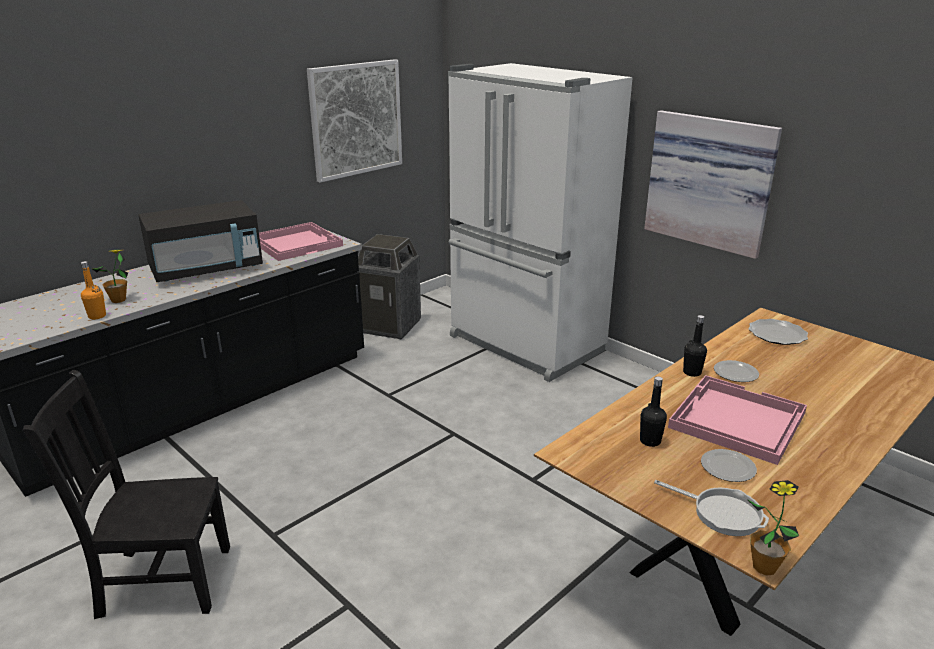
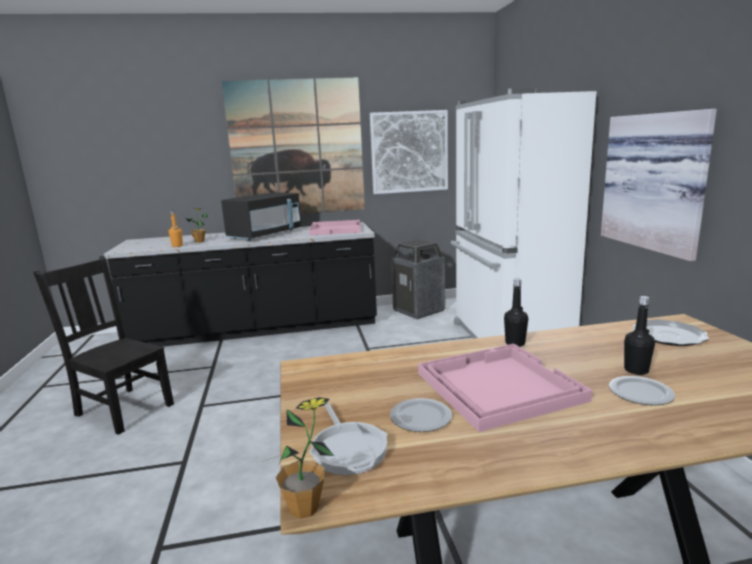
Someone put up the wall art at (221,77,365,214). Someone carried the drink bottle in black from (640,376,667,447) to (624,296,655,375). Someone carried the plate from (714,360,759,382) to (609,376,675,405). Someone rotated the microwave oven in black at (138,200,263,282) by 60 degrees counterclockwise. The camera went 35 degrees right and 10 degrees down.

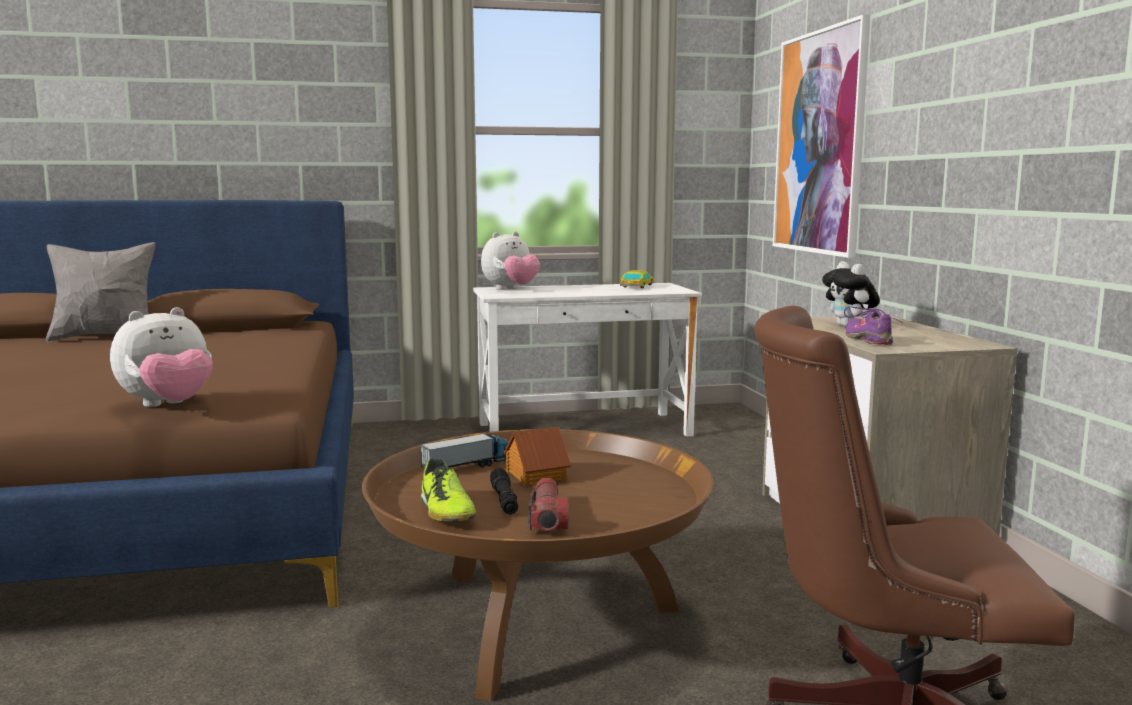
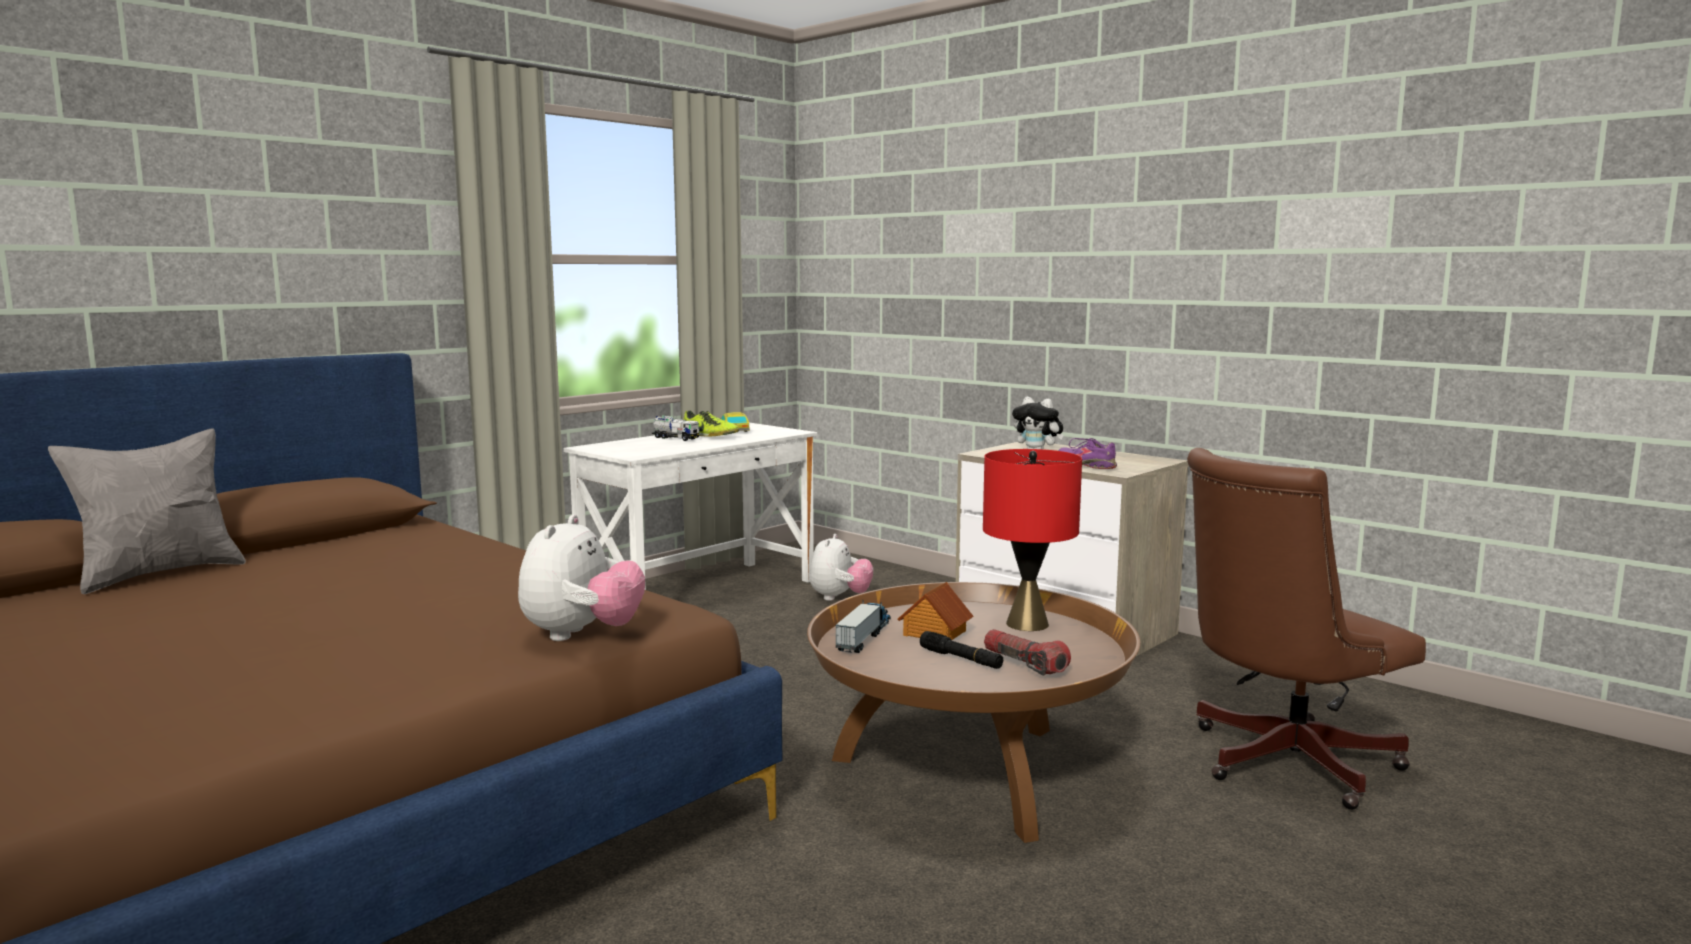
Someone took away the wall art at (773,15,870,258). Someone put down the model truck at (652,416,699,441). Someone put down the tabletop lamp in reddish at (983,449,1082,631). Someone carried the shoe from (421,458,476,522) to (683,410,739,437). Someone carried the cuddly toy from (481,232,540,290) to (810,534,873,601). The camera went 35 degrees left and 0 degrees up.

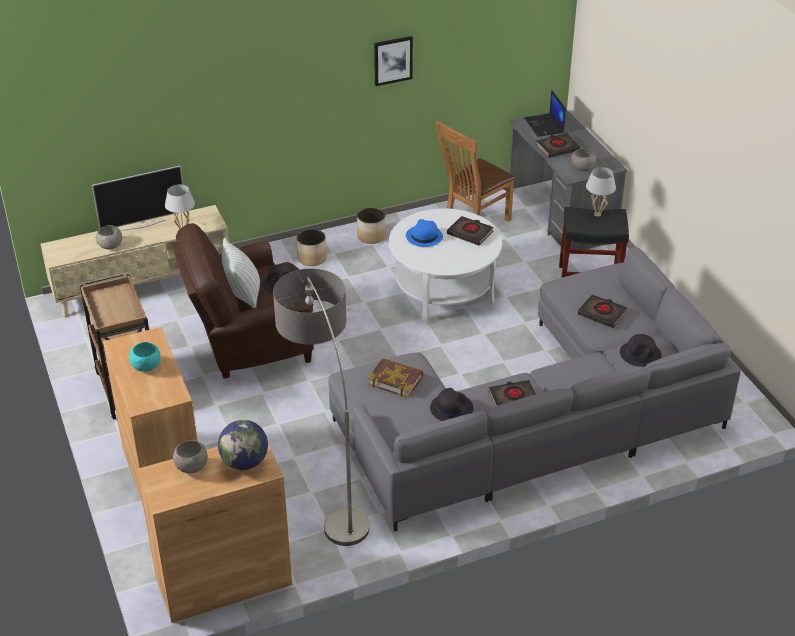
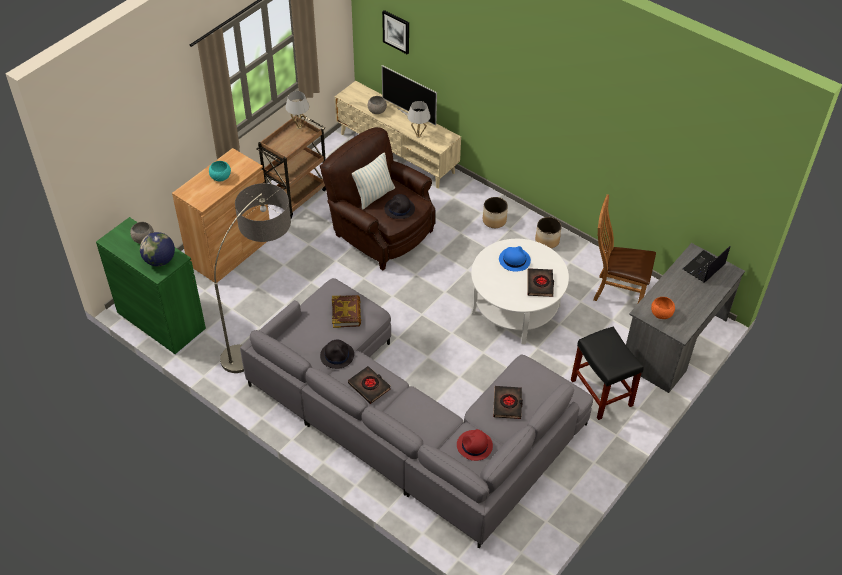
Someone took away the volume in black at (536,133,580,158). Someone carried the wall art from (374,36,413,86) to (382,10,409,55). Someone carried the tabletop lamp in white from (586,167,616,217) to (285,91,309,129). Someone repainted the cabinet in brownish at (137,445,292,623), which became the cabinet in green-coloured at (96,217,206,354). Someone repainted the bowl in greyish at (571,148,596,171), which became the bowl in orangey at (651,297,675,319). Someone repainted the clothing hat in black at (620,334,661,367), which became the clothing hat in reddish at (457,429,493,461). The camera went 60 degrees right and 10 degrees up.

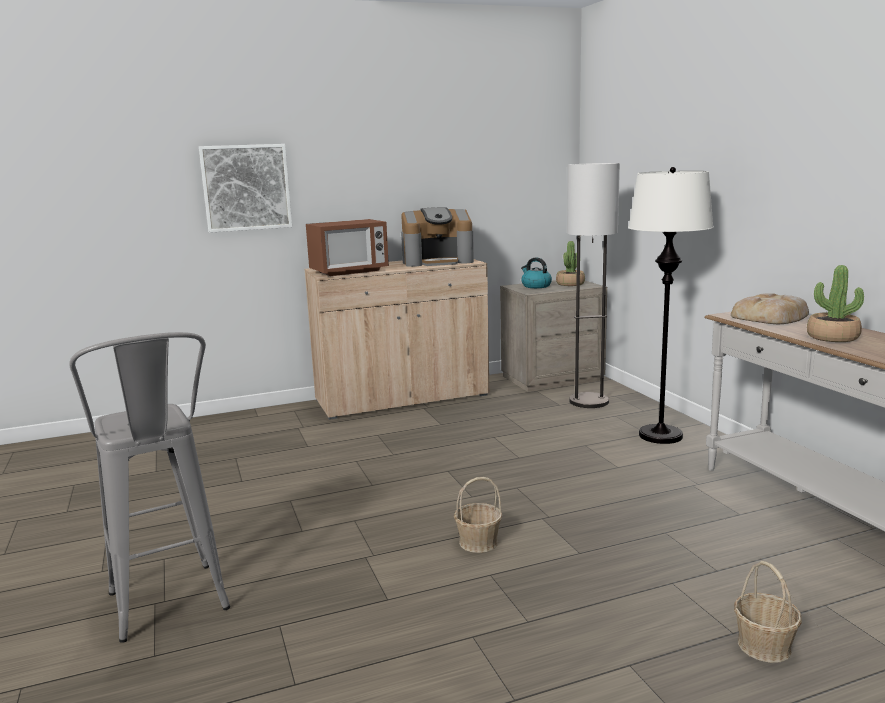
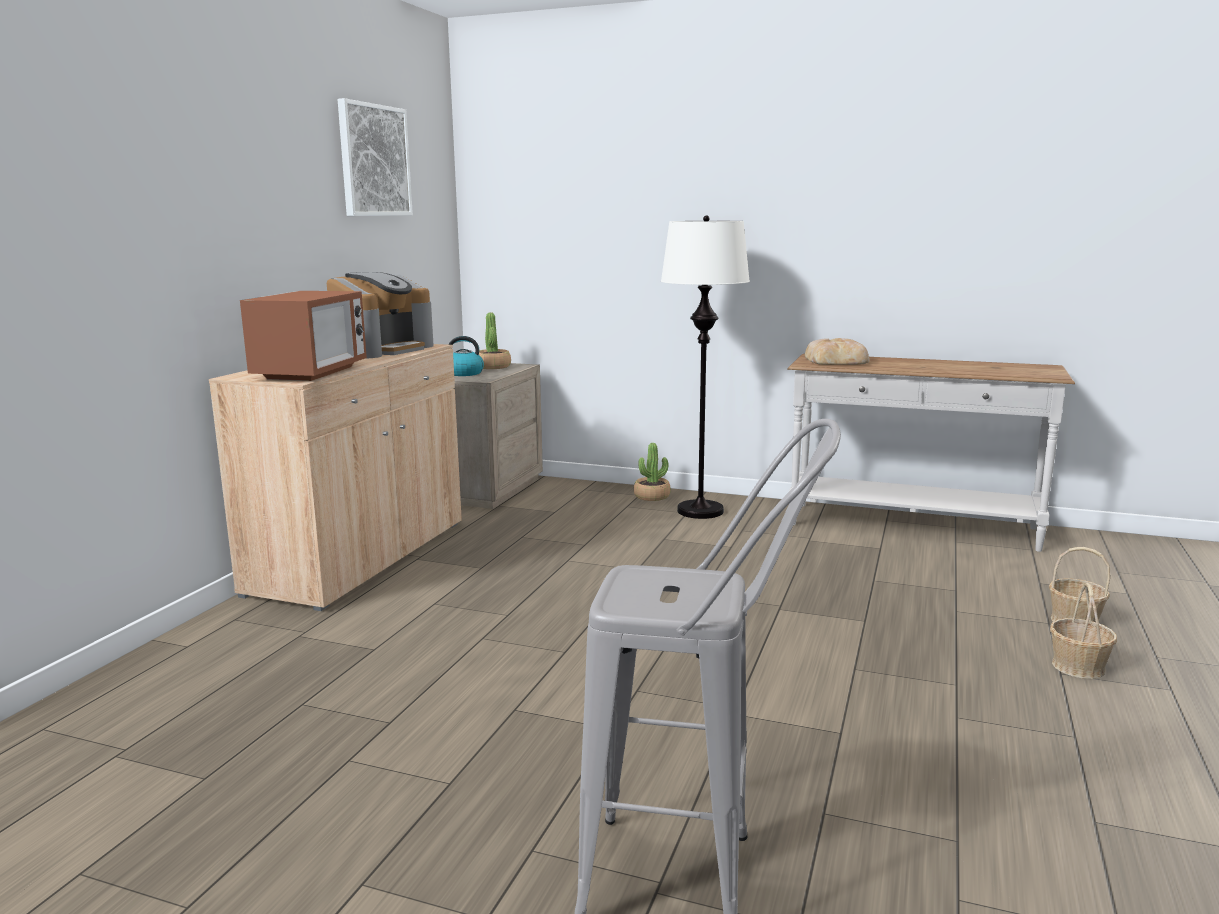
Someone took away the standing lamp at (567,163,620,408). Someone carried the wall art from (199,144,292,233) to (337,98,413,216). Someone carried the storage basket from (454,477,502,553) to (1050,583,1117,679). Someone carried the houseplant from (807,265,864,342) to (634,443,671,501). The camera went 50 degrees left and 0 degrees up.

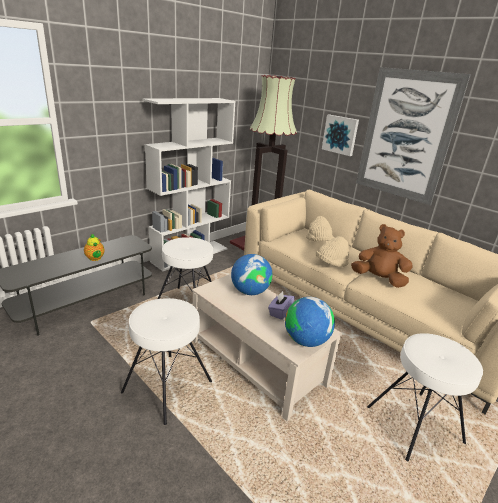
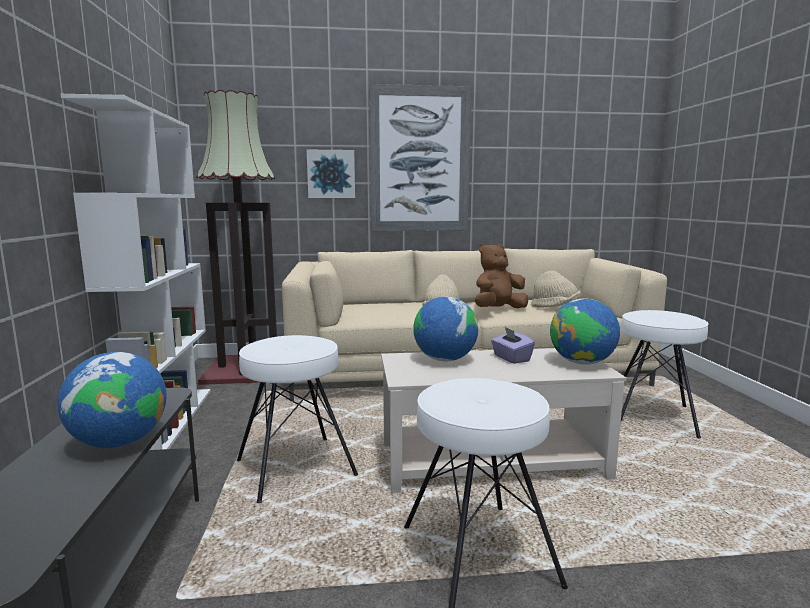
Someone carried the clothing hat in beige-coloured from (306,216,335,241) to (531,271,581,308). Someone swapped the tea pot at (84,234,105,261) for the world globe at (58,352,166,448). The camera went 50 degrees left and 15 degrees down.

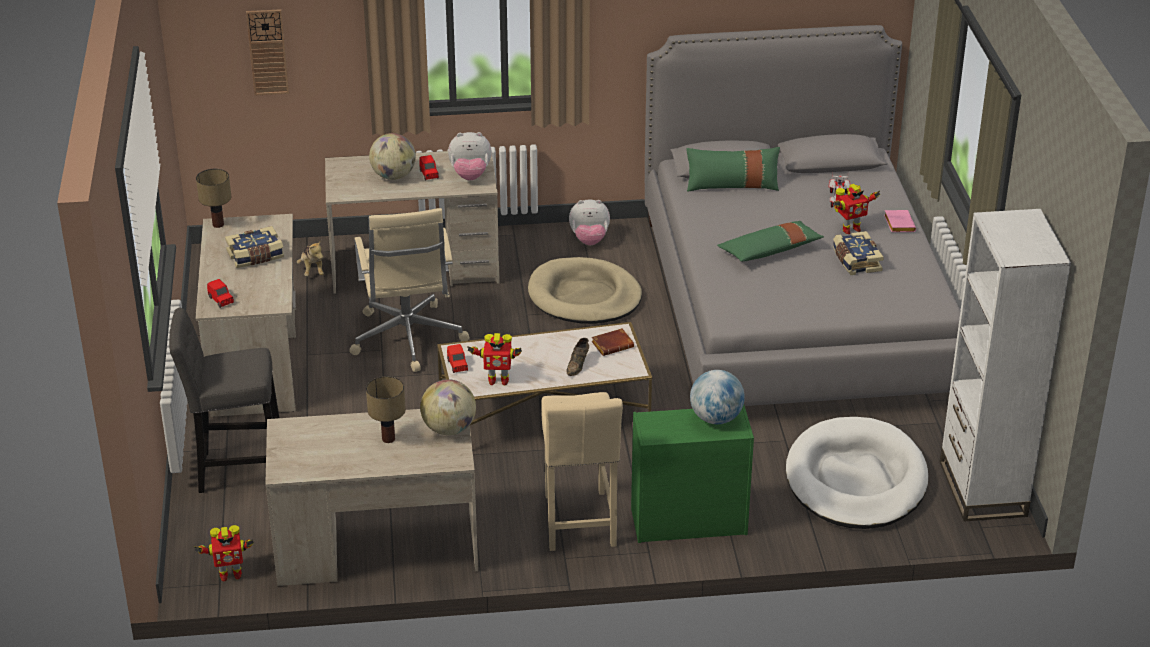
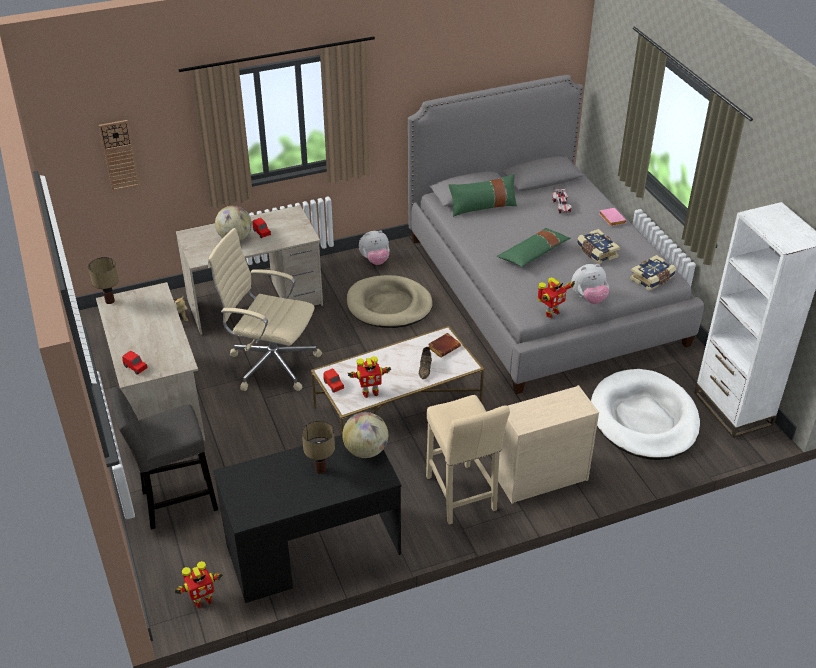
Someone took away the world globe at (690,370,745,424). Someone carried the volume from (225,226,284,268) to (630,255,676,291). Someone carried the cuddly toy from (448,132,492,181) to (571,264,609,304). Someone carried the robot figure from (834,184,880,234) to (537,278,575,318). Someone repainted the desk in beige-coloured at (265,409,478,586), which became the desk in black at (213,435,401,603). Someone repainted the chest of drawers in green-coloured at (631,405,754,543), which became the chest of drawers in beige-coloured at (498,385,599,504). Someone rotated the desk chair in beige-coloured at (349,208,470,372) by 135 degrees clockwise. The camera went 15 degrees left and 5 degrees up.

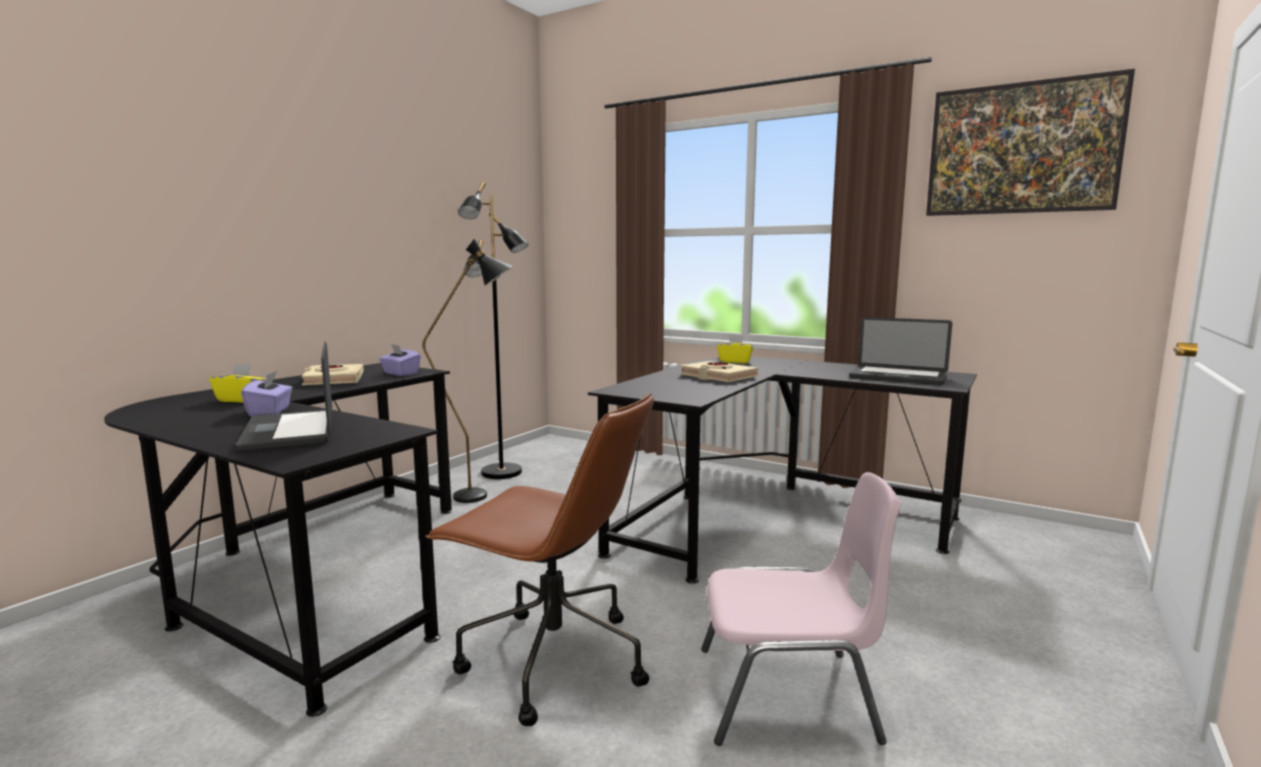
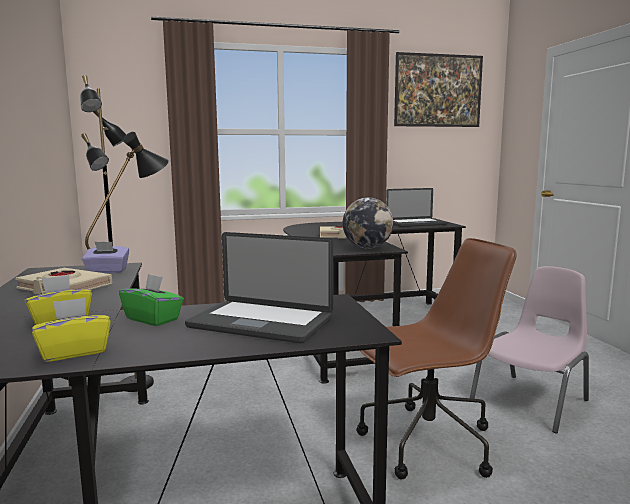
Someone put down the world globe at (343,197,394,249). Someone carried the tissue box in yellow from (717,335,754,363) to (32,297,111,362). Someone repainted the tissue box in purple at (241,371,292,417), which became the tissue box in green-coloured at (119,274,184,326). The camera went 45 degrees left and 0 degrees up.

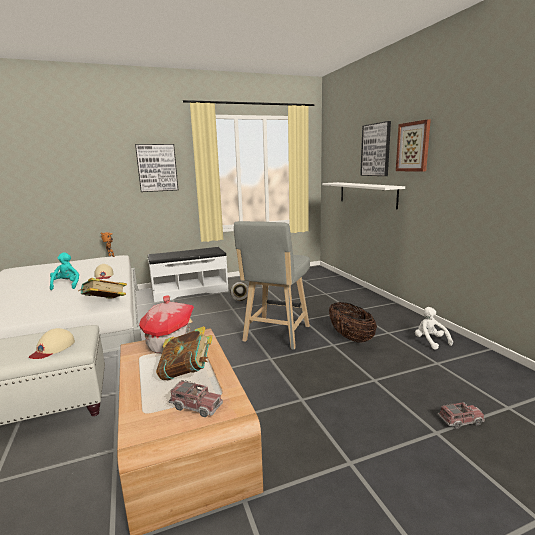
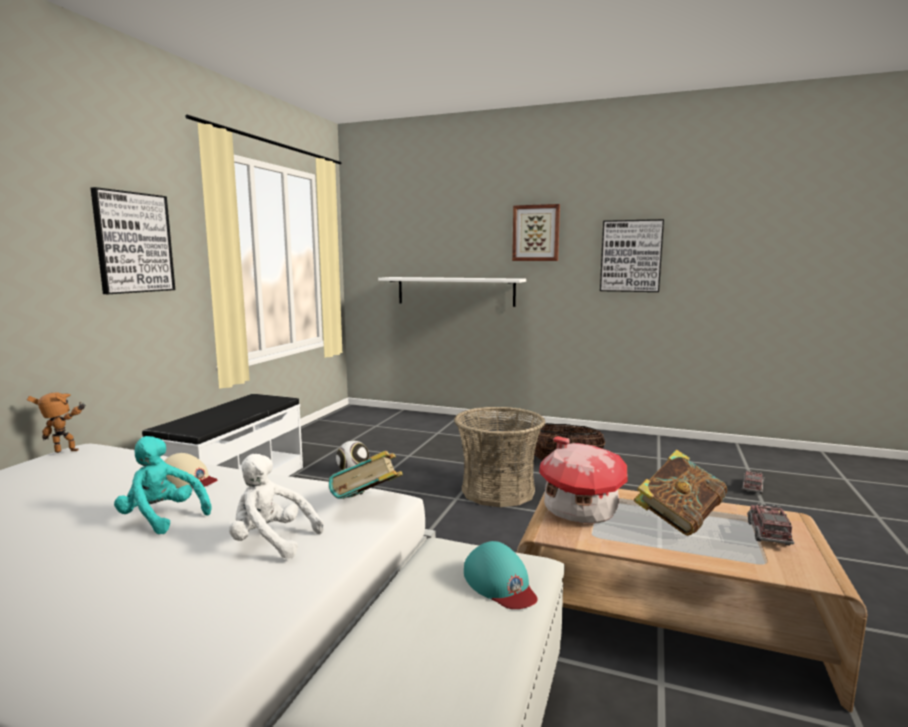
Someone carried the wall art from (360,121,391,176) to (600,219,664,292). Someone carried the cuddly toy in white from (415,307,453,350) to (229,454,324,559). Someone swapped the stool seat in greyish at (234,221,310,349) for the storage basket at (454,407,545,507). Someone repainted the baseball cap in beige-coloured at (29,328,75,359), which became the baseball cap in turquoise-coloured at (464,541,538,609). Someone rotated the model truck at (169,380,223,417) by 45 degrees counterclockwise. The camera went 50 degrees left and 5 degrees down.

